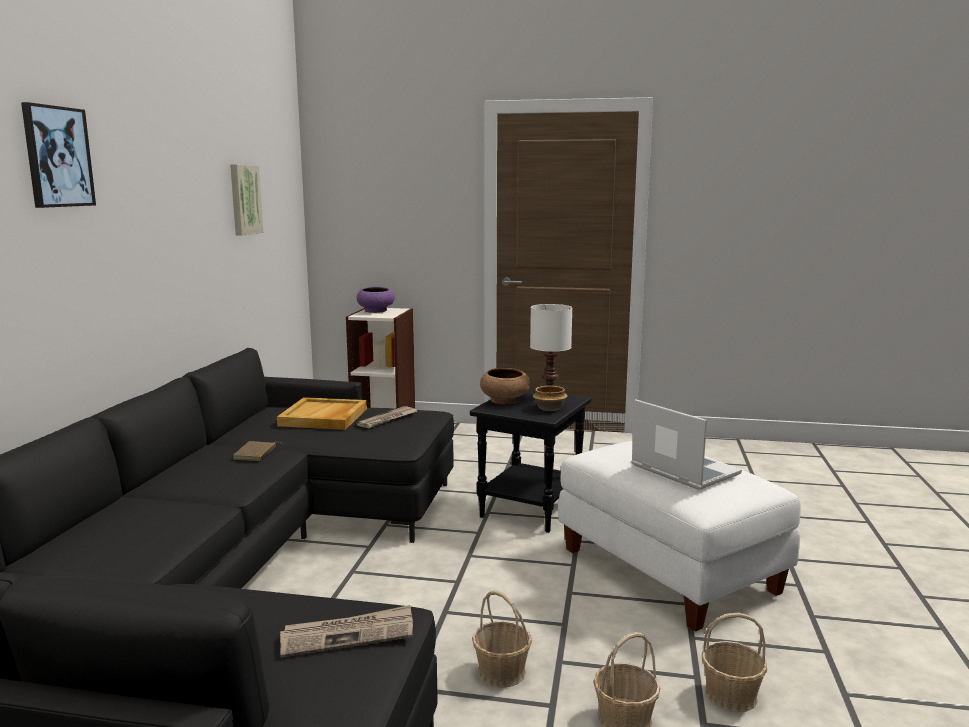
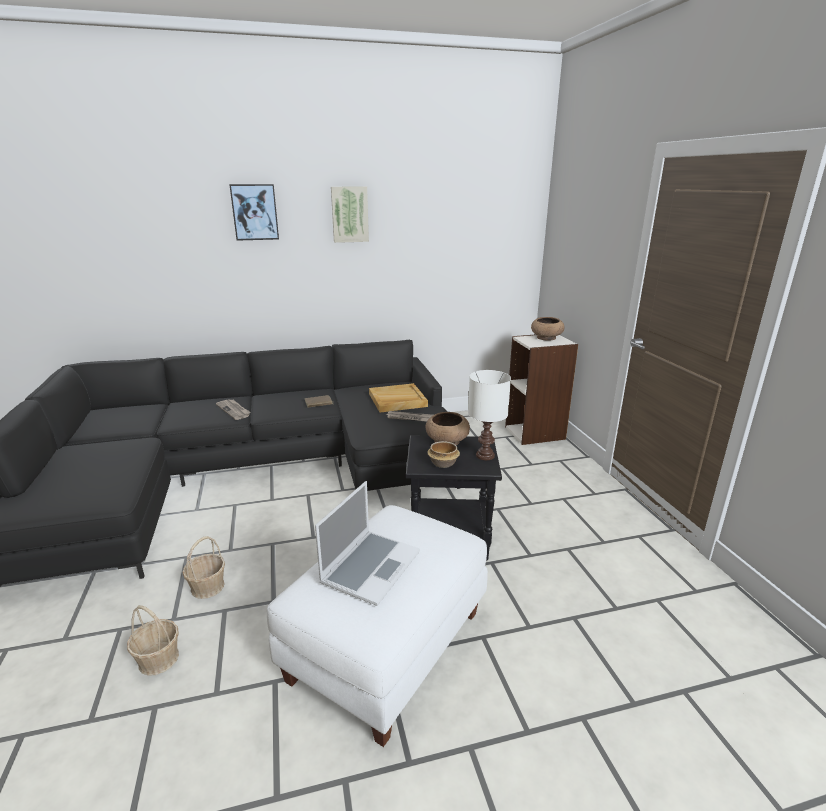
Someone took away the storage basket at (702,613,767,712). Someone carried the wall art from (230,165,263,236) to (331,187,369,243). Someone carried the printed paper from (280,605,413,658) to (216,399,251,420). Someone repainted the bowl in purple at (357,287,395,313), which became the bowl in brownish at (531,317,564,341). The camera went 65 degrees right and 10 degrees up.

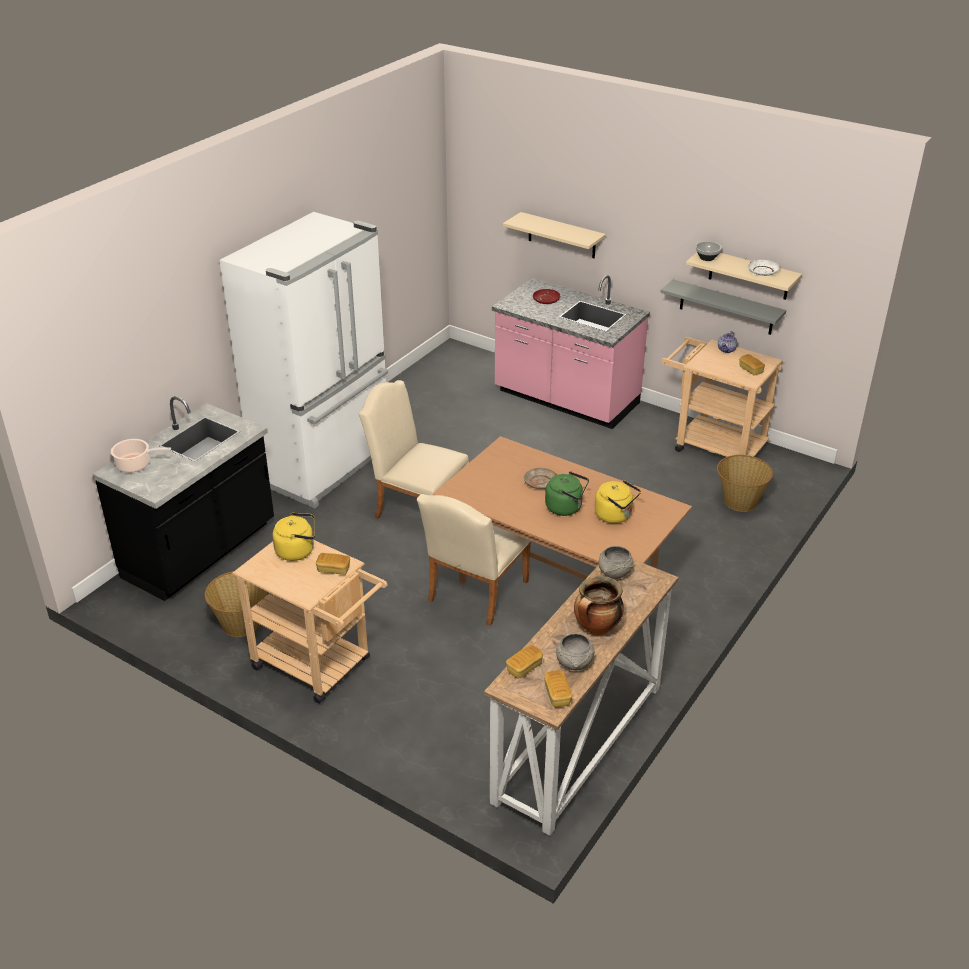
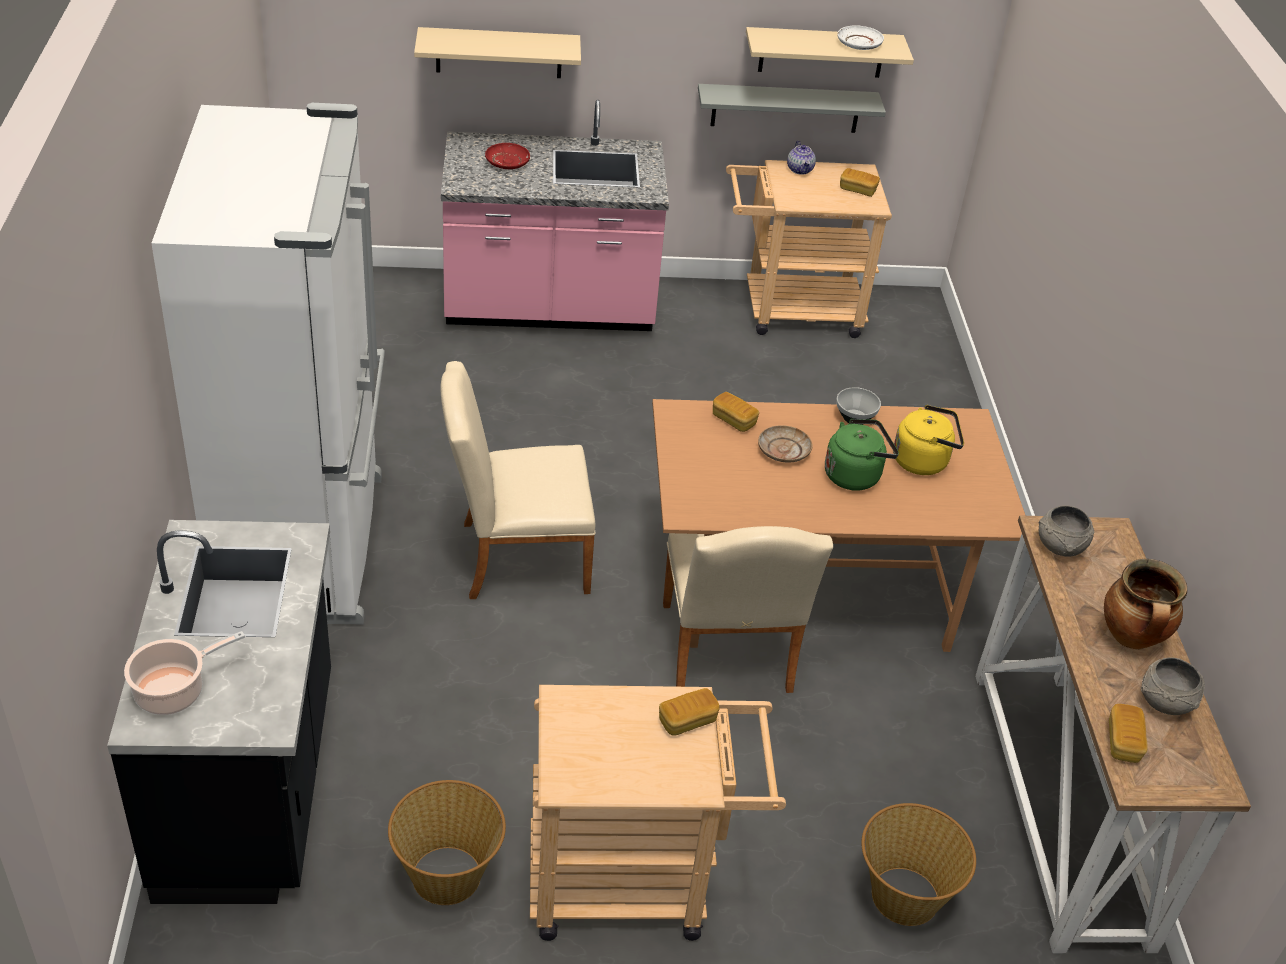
Someone took away the water kettle in yellow at (272,512,315,561). Someone carried the bakery bread from (544,670,572,707) to (713,392,759,432). Someone carried the bowl from (696,242,722,261) to (836,387,881,425). Someone carried the storage basket from (717,455,773,512) to (861,803,976,926). The camera went 40 degrees left and 5 degrees up.

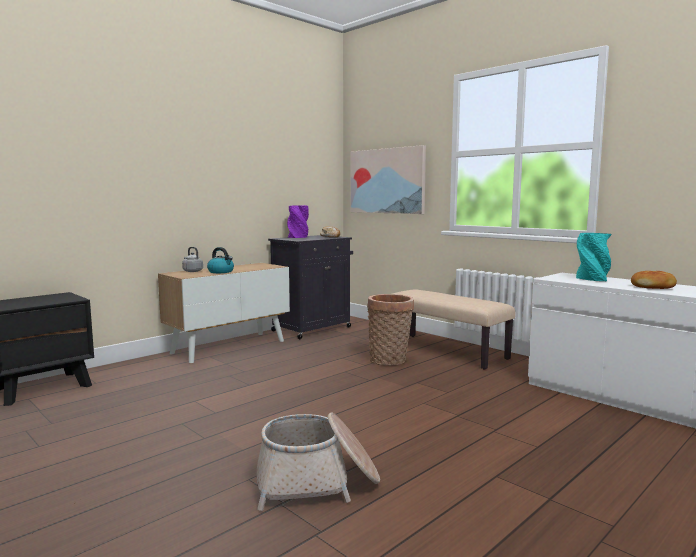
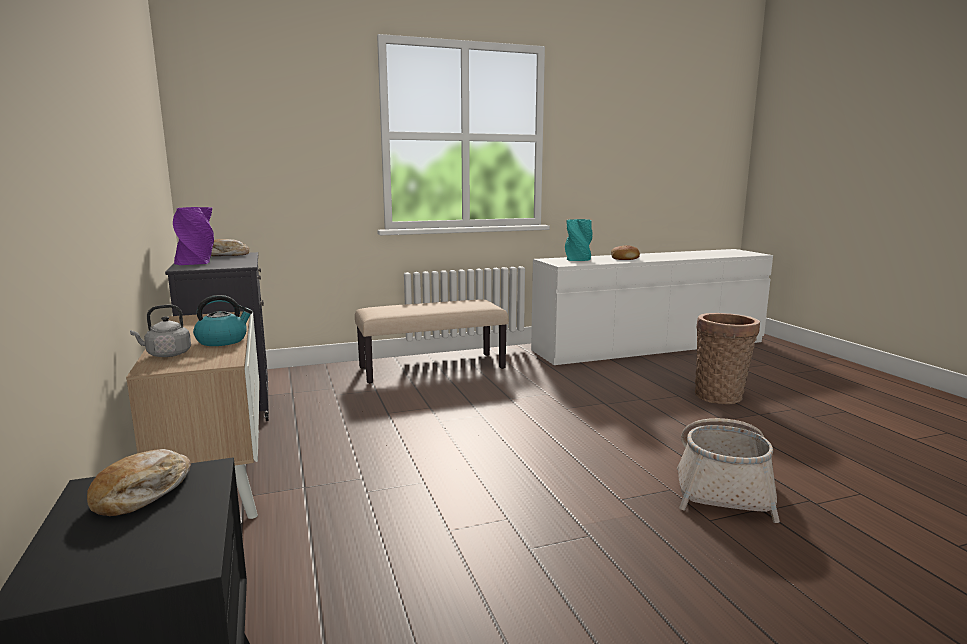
Someone took away the wall art at (350,145,426,214). Someone put down the bakery bread at (87,449,191,516). Someone carried the storage basket from (367,294,414,366) to (695,313,760,404). The camera went 65 degrees left and 5 degrees up.

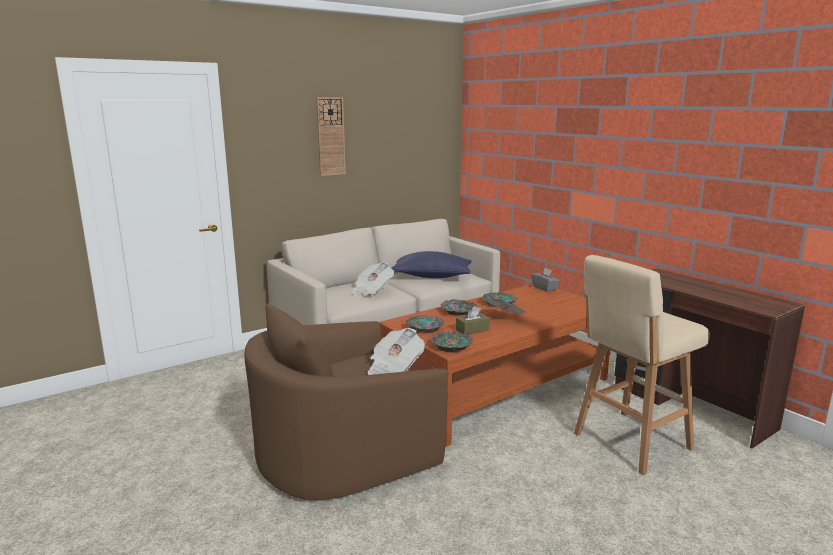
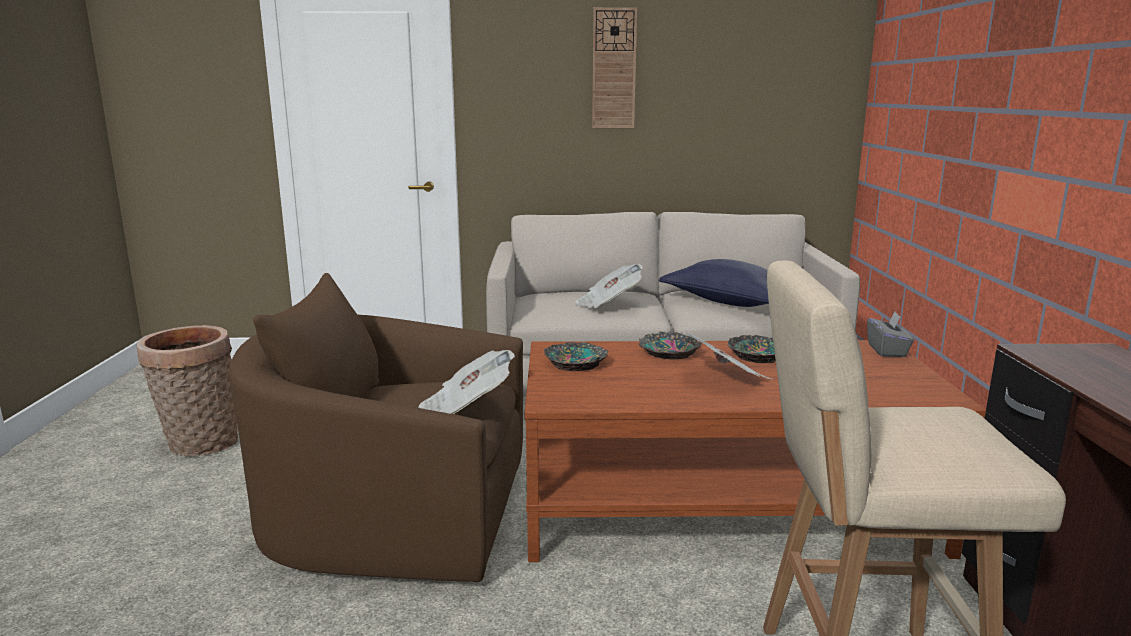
Someone took away the bowl at (431,332,473,353). Someone took away the tissue box in brownish at (456,306,490,335). Someone put down the storage basket at (136,325,238,456). The camera went 35 degrees right and 0 degrees up.

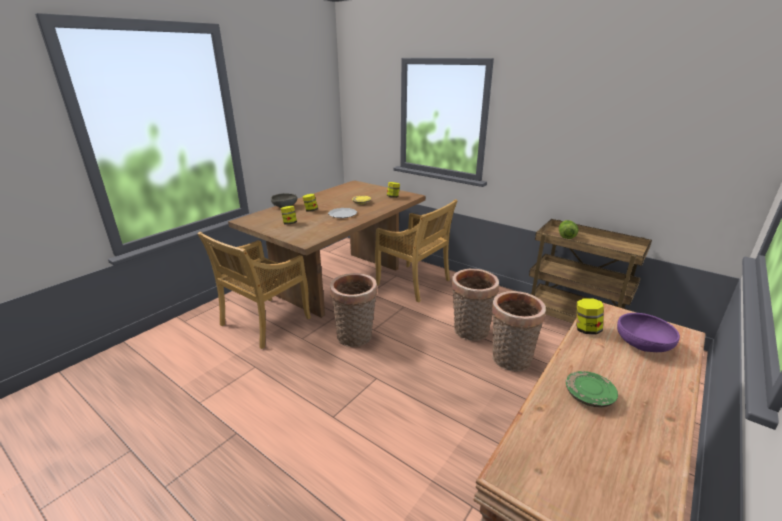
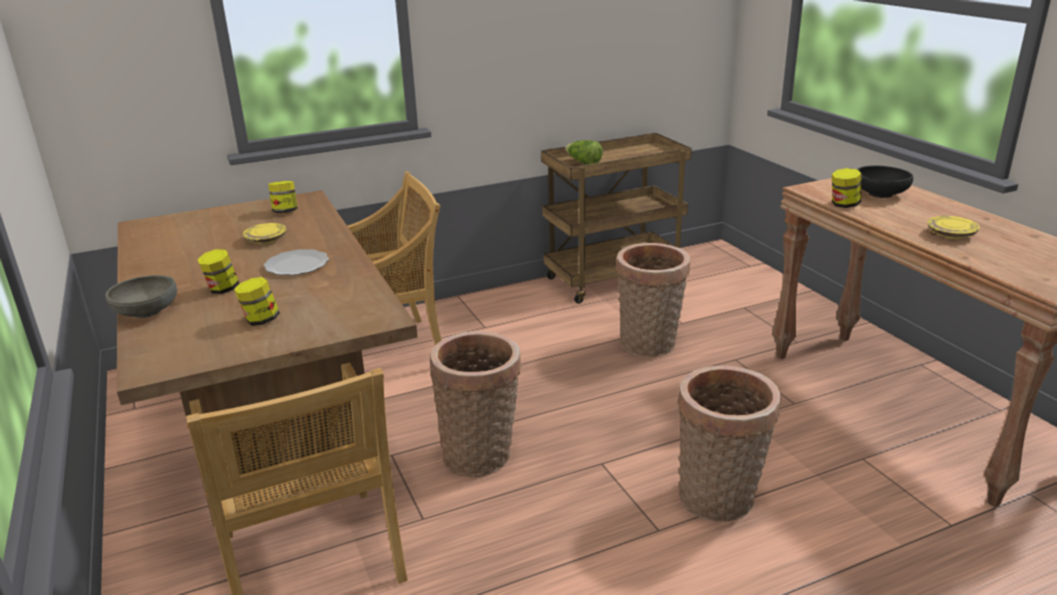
Someone carried the storage basket from (452,269,499,341) to (677,365,781,522). Someone repainted the plate in green-coloured at (566,371,618,407), which became the plate in yellow at (927,216,980,239). Someone repainted the bowl in purple at (617,313,680,352), which became the bowl in black at (858,165,913,198). The camera went 60 degrees left and 0 degrees up.

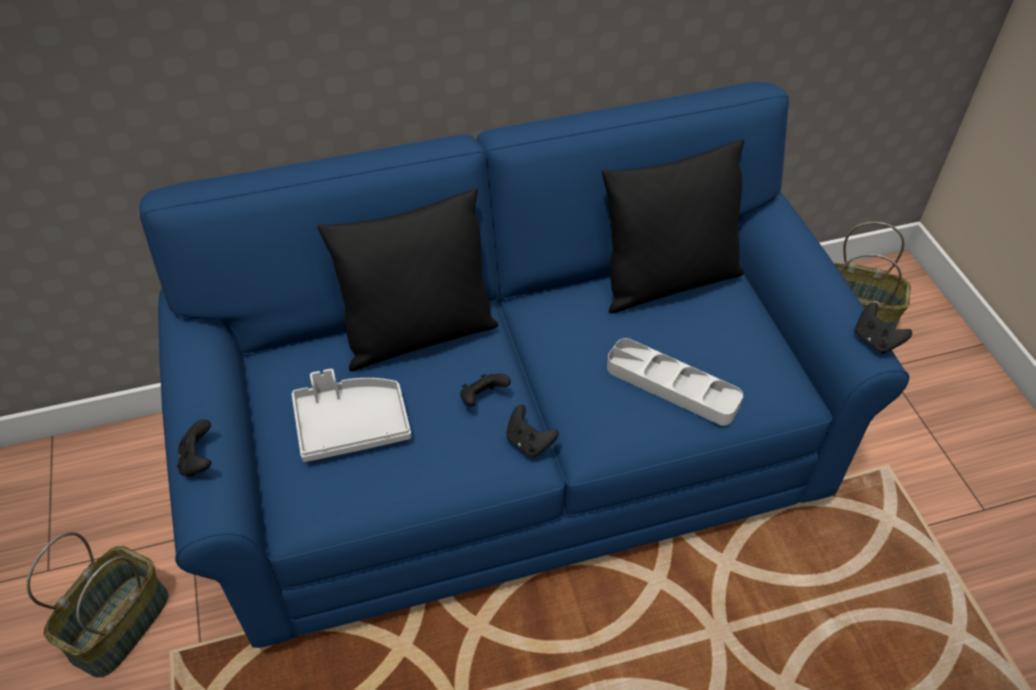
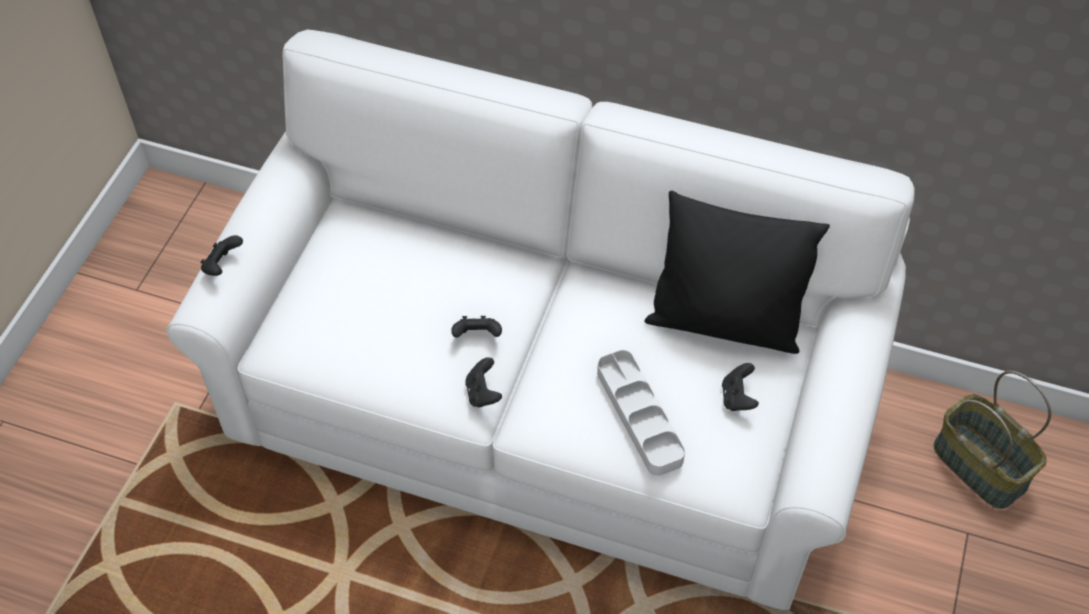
Someone took away the storage basket at (26,532,168,678). Someone took away the serving tray in greyish at (292,369,411,462). Someone took away the cushion in black at (318,188,499,371). Someone carried the game controller in black from (855,303,912,354) to (722,363,759,411). Someone repainted the settee in bluish at (140,82,909,648), which became the settee in white at (166,30,914,610). The camera went 35 degrees right and 5 degrees up.

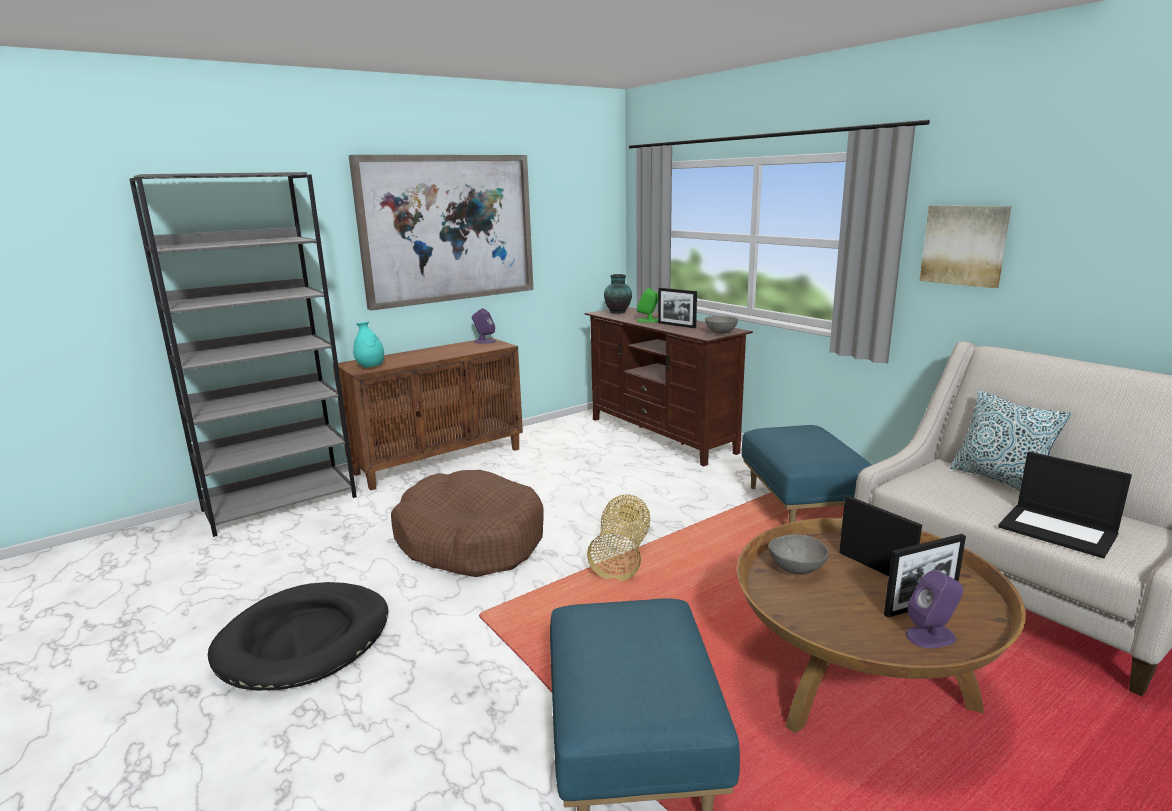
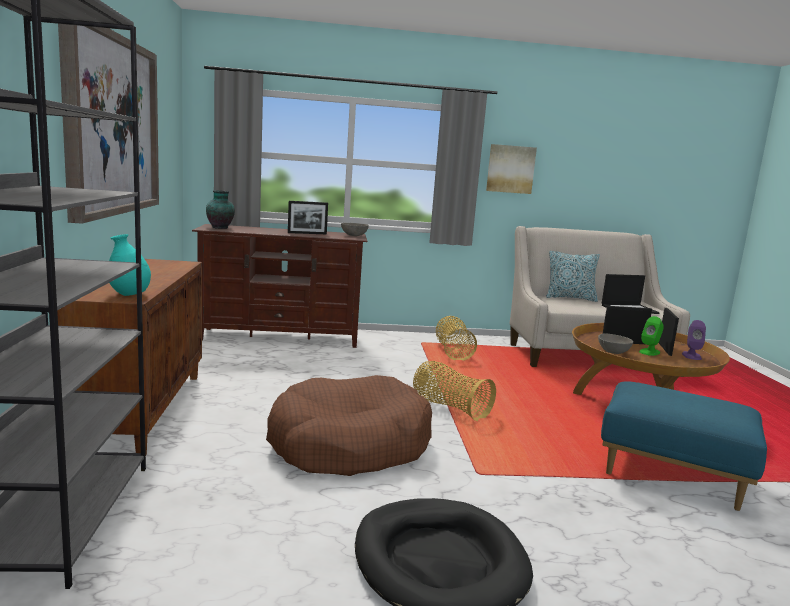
Someone took away the audio speaker in purple at (472,308,496,344). Someone carried the audio speaker in green-coloured from (637,288,658,322) to (639,316,664,356). Someone swapped the footrest in bluish at (741,425,872,523) for the storage basket at (436,316,477,361). The camera went 60 degrees left and 5 degrees down.

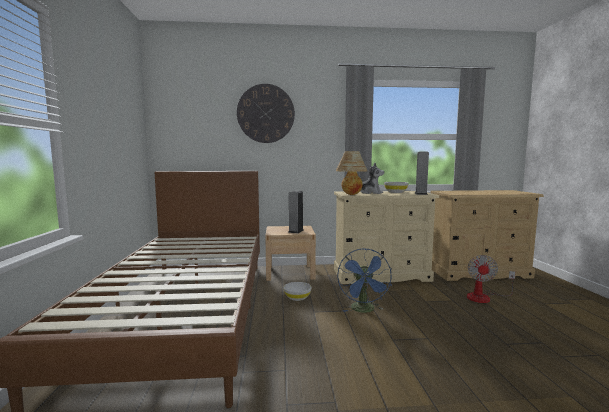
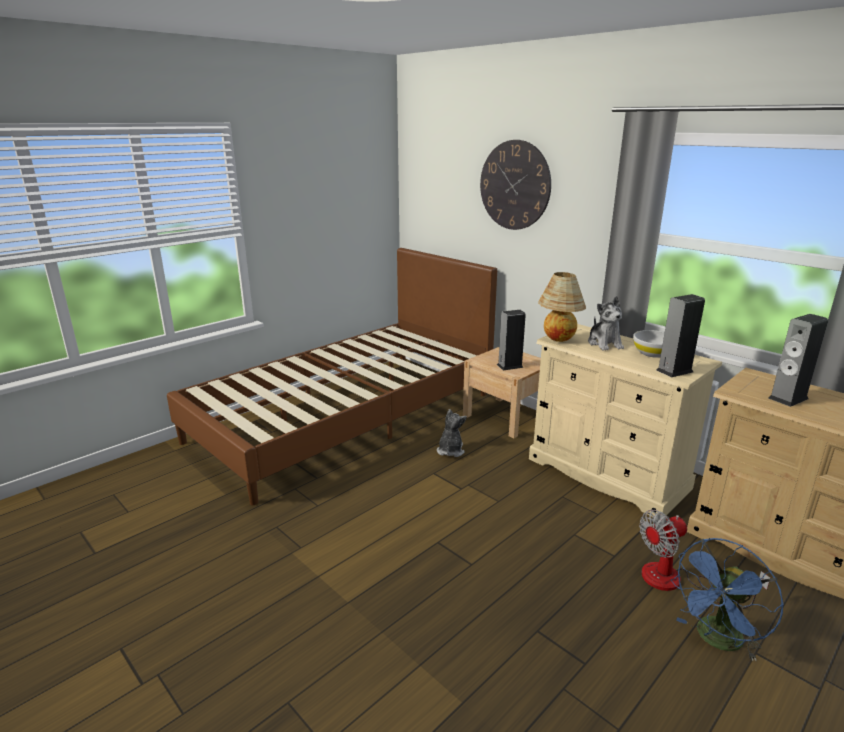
Someone put down the audio speaker at (768,314,828,407). Someone carried the cooling fan in bluish from (337,248,392,313) to (671,538,784,661). Someone swapped the bowl in white at (284,282,312,301) for the cuddly toy at (437,409,467,457). The camera went 50 degrees right and 15 degrees up.

